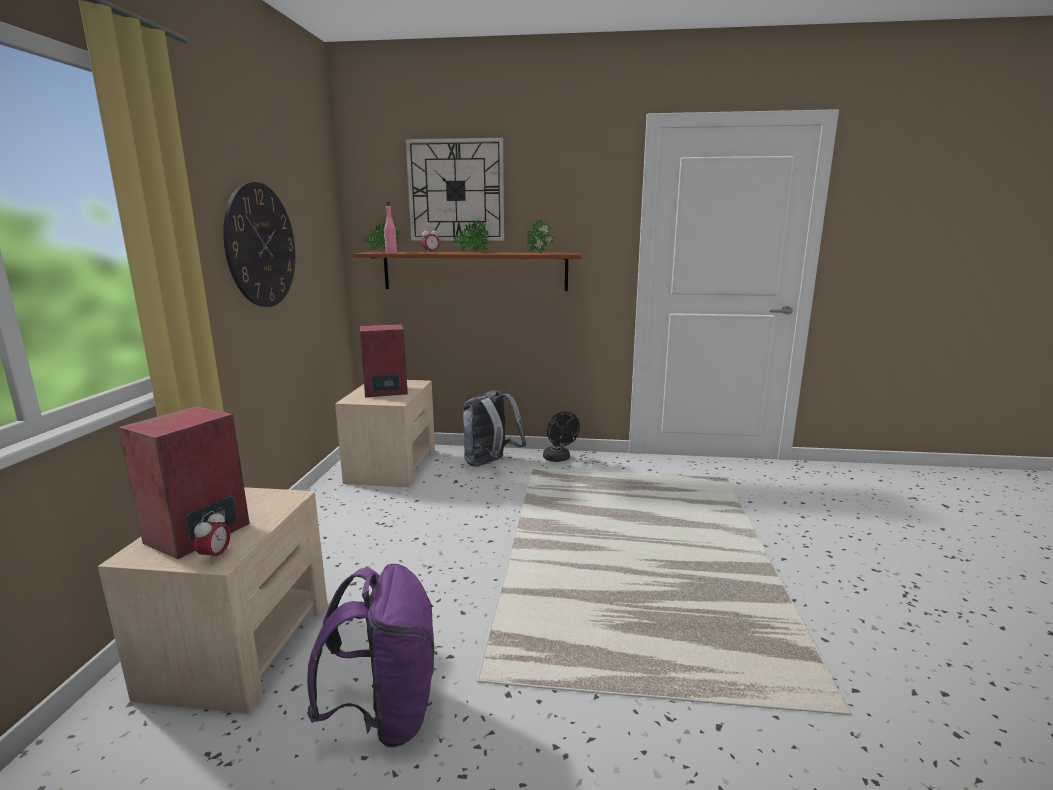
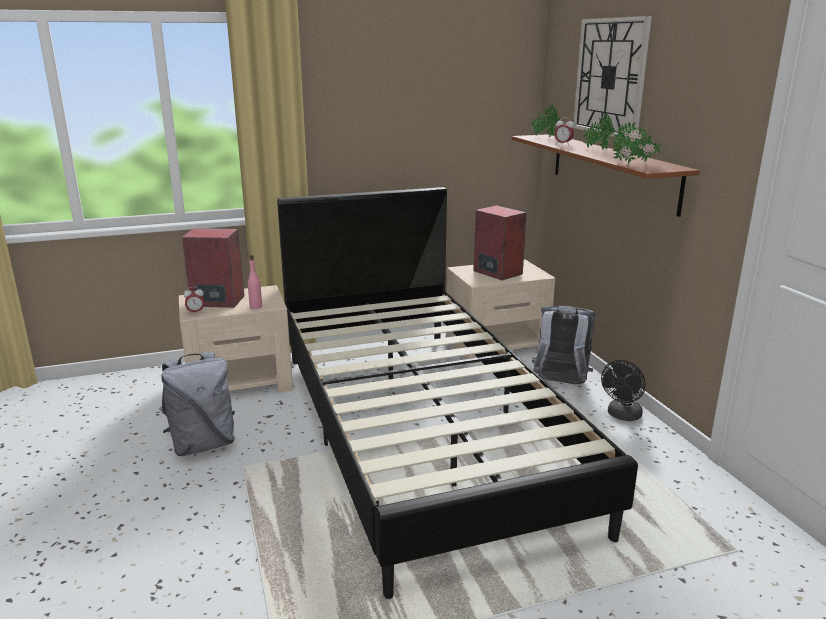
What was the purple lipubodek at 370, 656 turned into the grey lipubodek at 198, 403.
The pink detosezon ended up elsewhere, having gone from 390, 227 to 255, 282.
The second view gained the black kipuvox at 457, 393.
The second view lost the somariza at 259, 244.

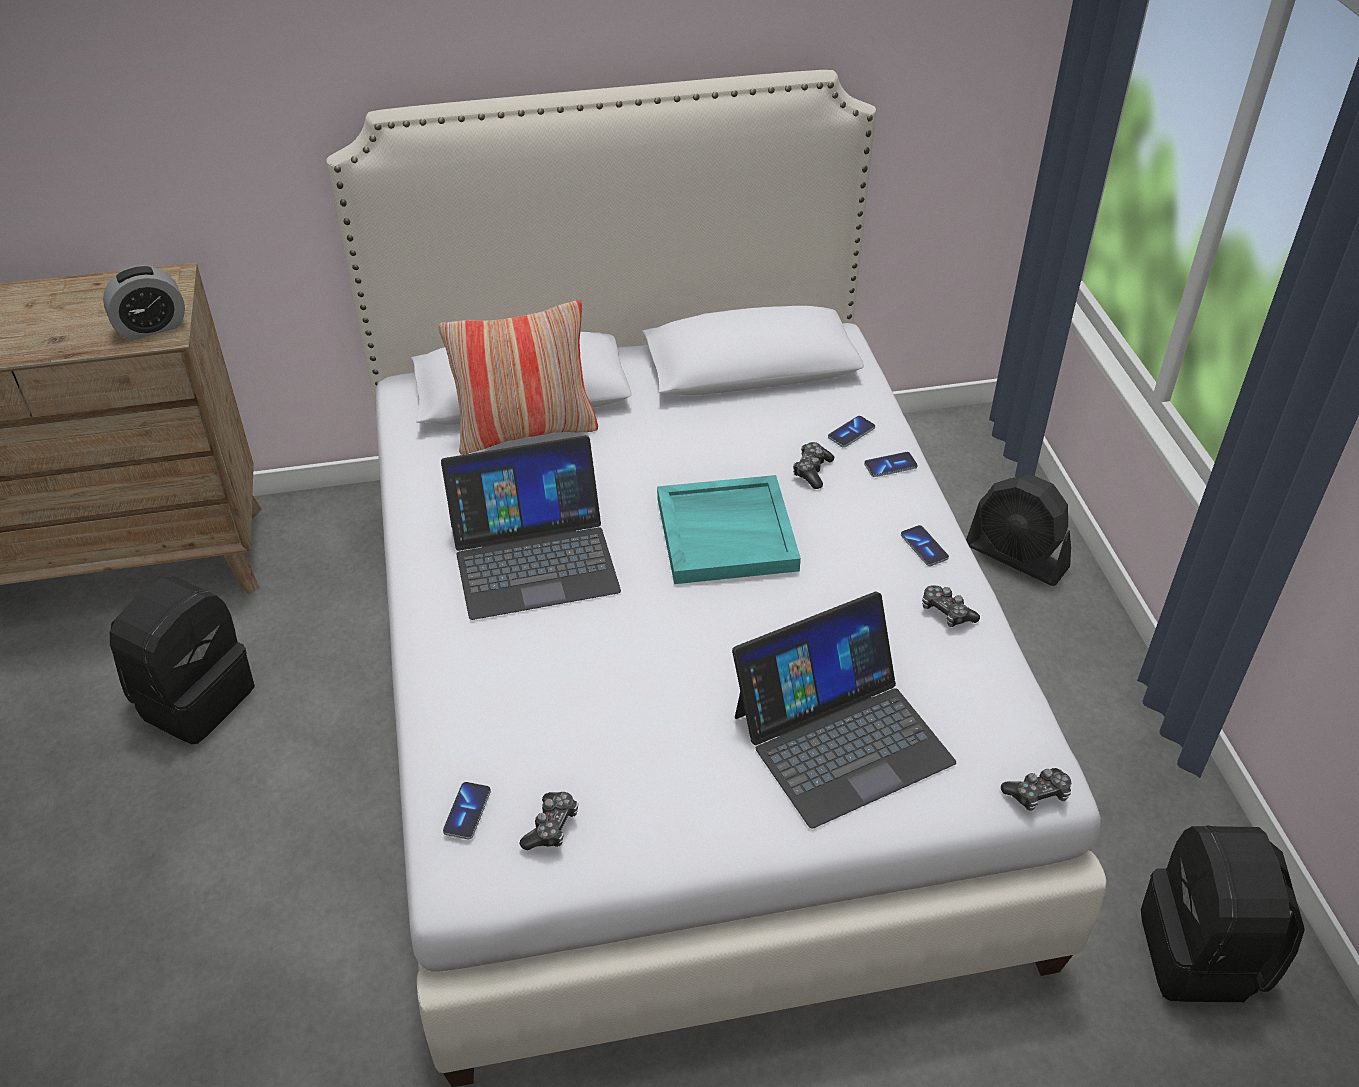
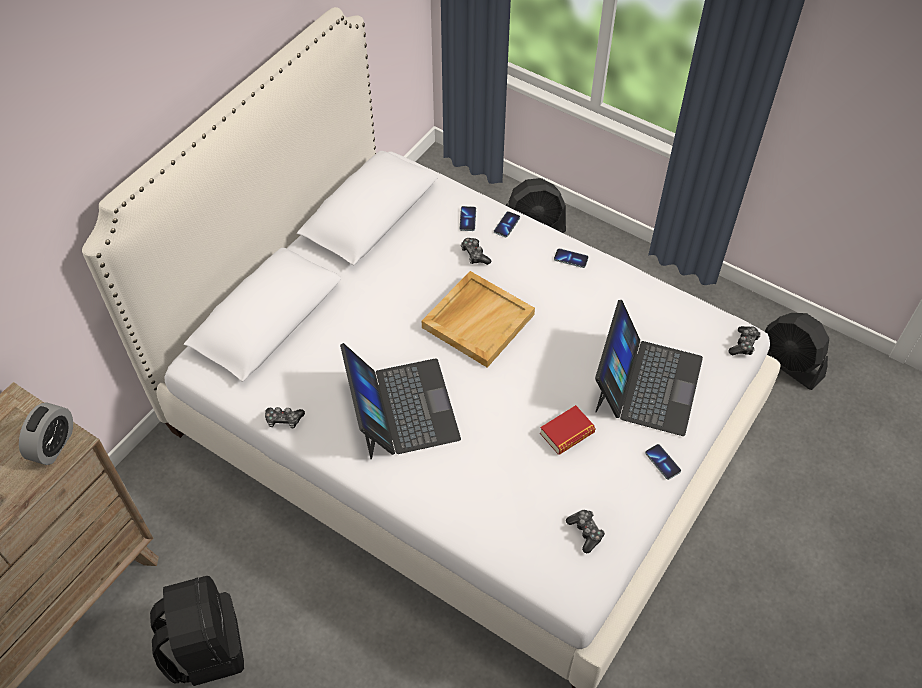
The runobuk ended up elsewhere, having gone from 951, 606 to 285, 418.
The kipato at 531, 527 ended up facing another way, 45 degrees counterclockwise from before.
What was the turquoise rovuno at 729, 529 turned into the beige rovuno at 478, 319.
The second view gained the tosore at 568, 430.
The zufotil ended up elsewhere, having gone from 467, 810 to 663, 462.
Where the black lipubodek stood at 1223, 913, the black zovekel came to stand at 796, 351.
The second view lost the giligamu at 518, 377.

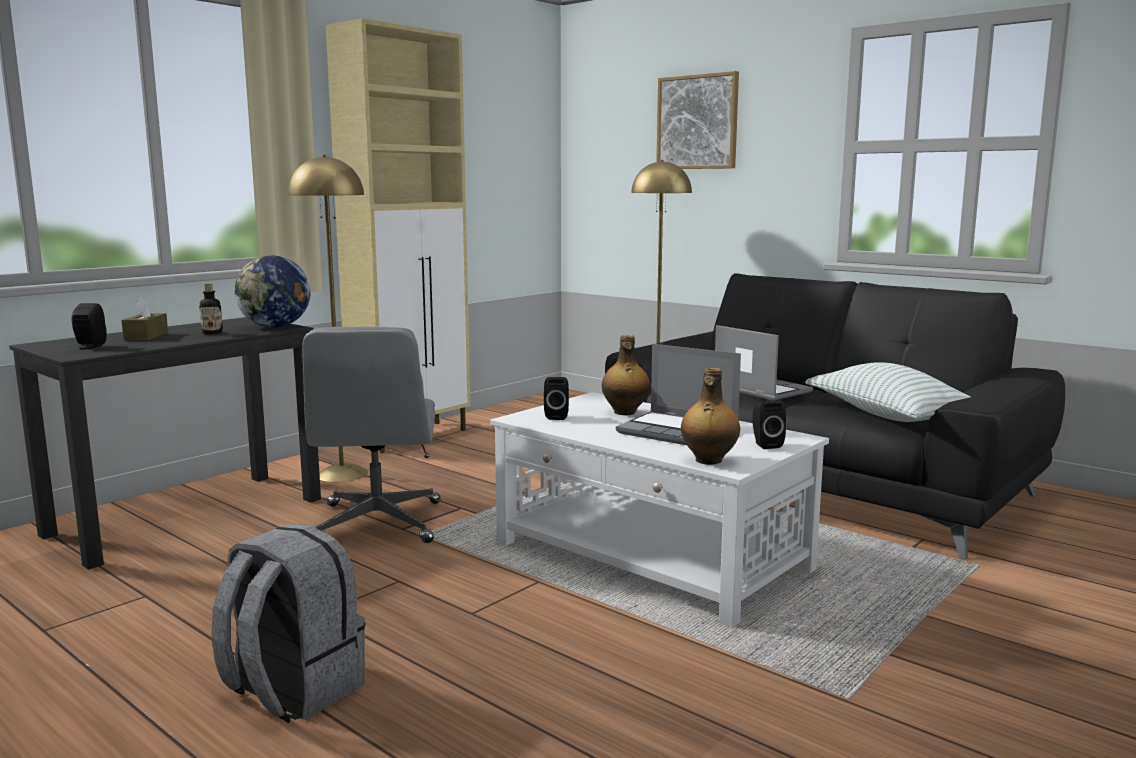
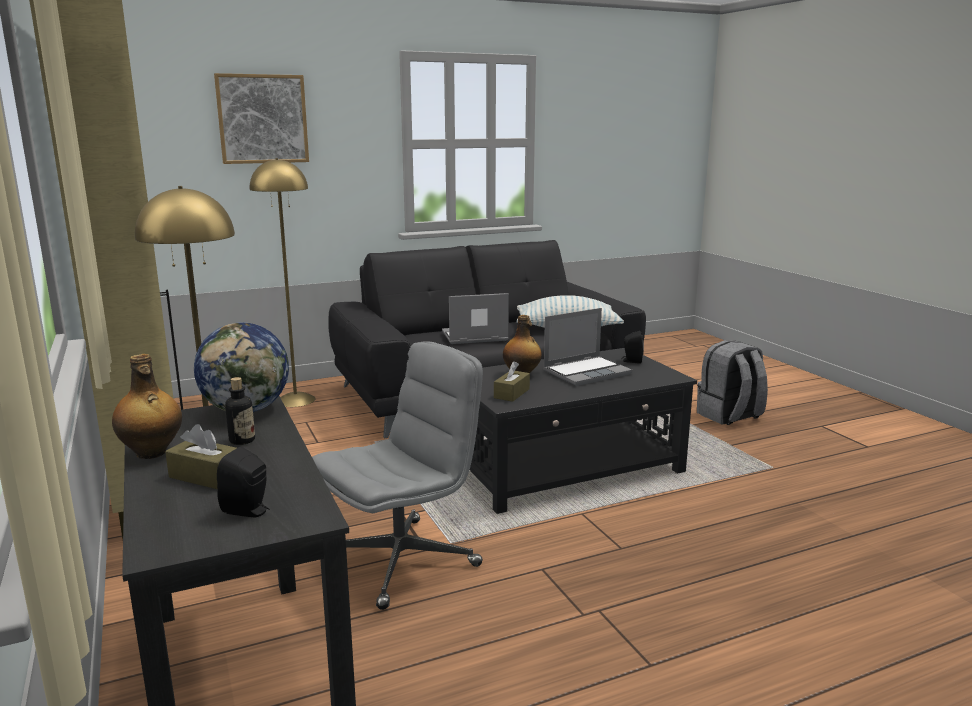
The detosezon ended up elsewhere, having gone from 710, 416 to 147, 406.
The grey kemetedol at 371, 435 ended up facing another way, 60 degrees counterclockwise from before.
What was the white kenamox at 659, 510 turned into the black kenamox at 583, 431.
Where the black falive stood at 556, 398, the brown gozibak came to stand at 512, 381.
The grey lipubodek ended up elsewhere, having gone from 288, 623 to 732, 382.

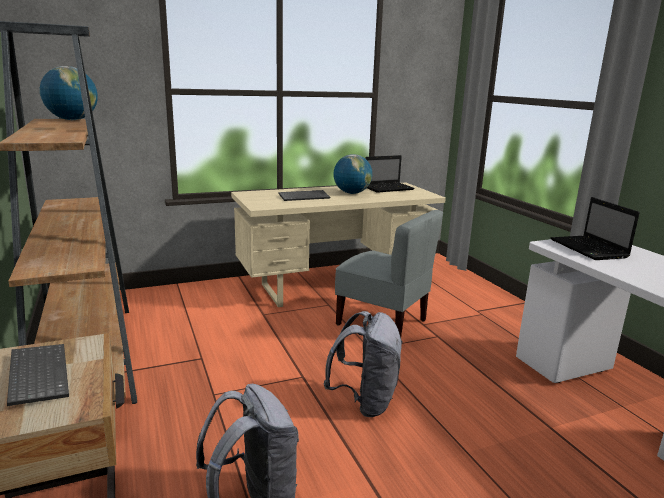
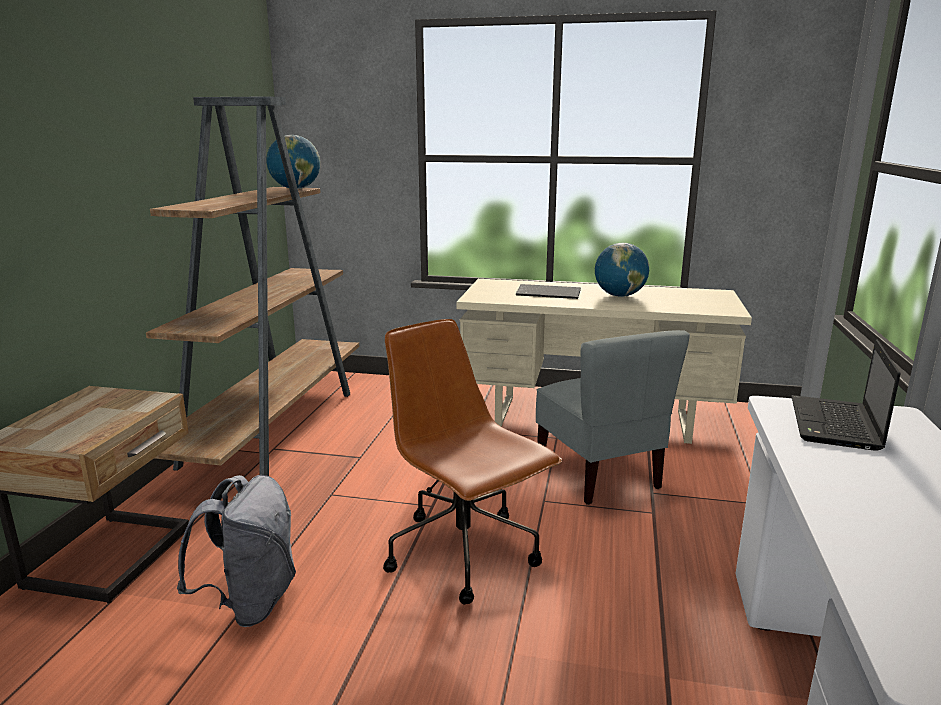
Where the grey lipubodek stood at 363, 364, the brown kemetedol came to stand at 472, 462.
The second view lost the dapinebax at 38, 375.
The second view lost the kipato at 389, 174.

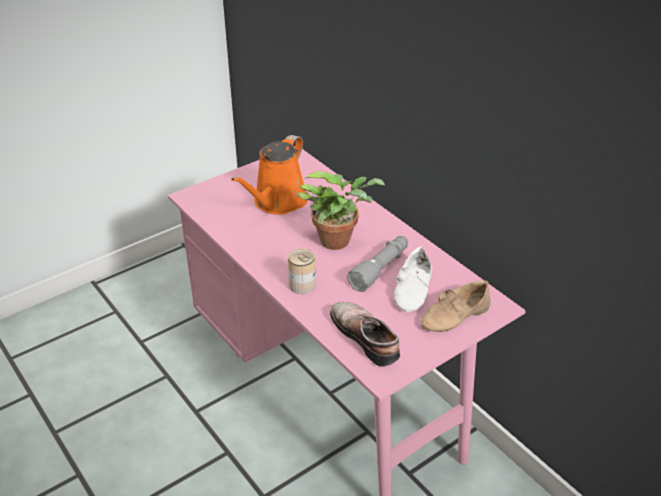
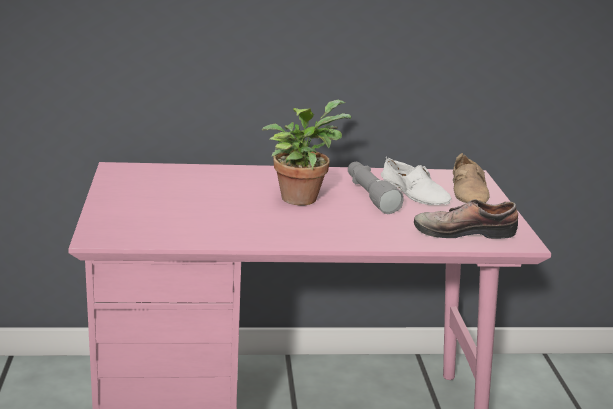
The second view lost the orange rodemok at 269, 175.
The second view lost the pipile at 302, 271.

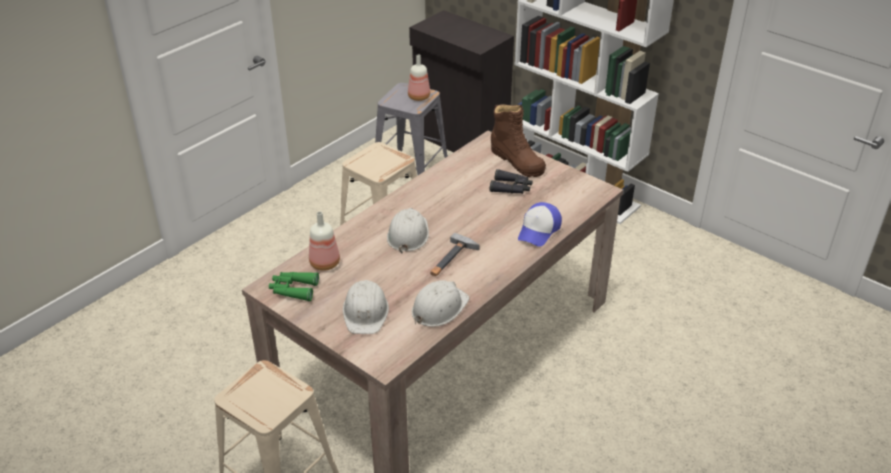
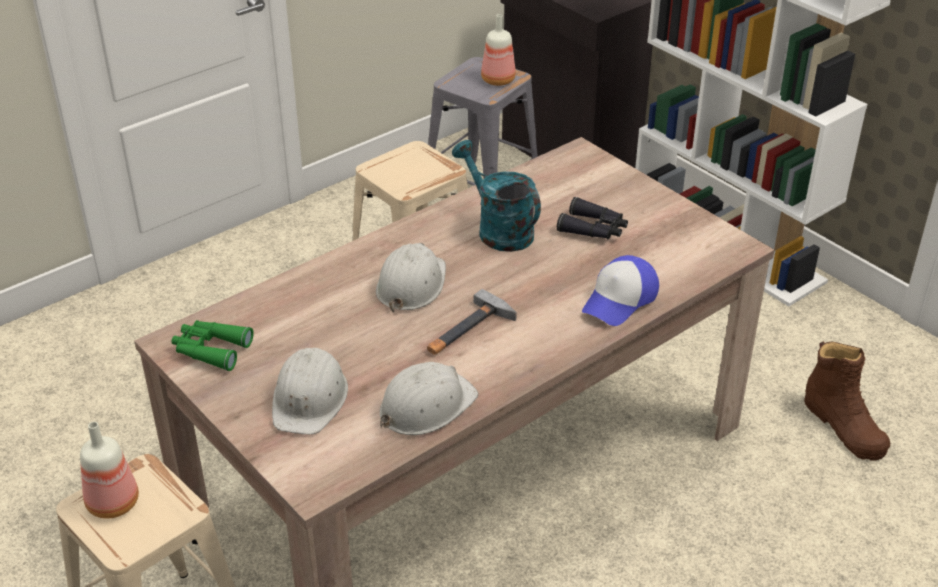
The detosezon ended up elsewhere, having gone from 324, 241 to 109, 470.
The second view gained the turquoise rodemok at 496, 196.
The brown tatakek ended up elsewhere, having gone from 518, 140 to 847, 401.

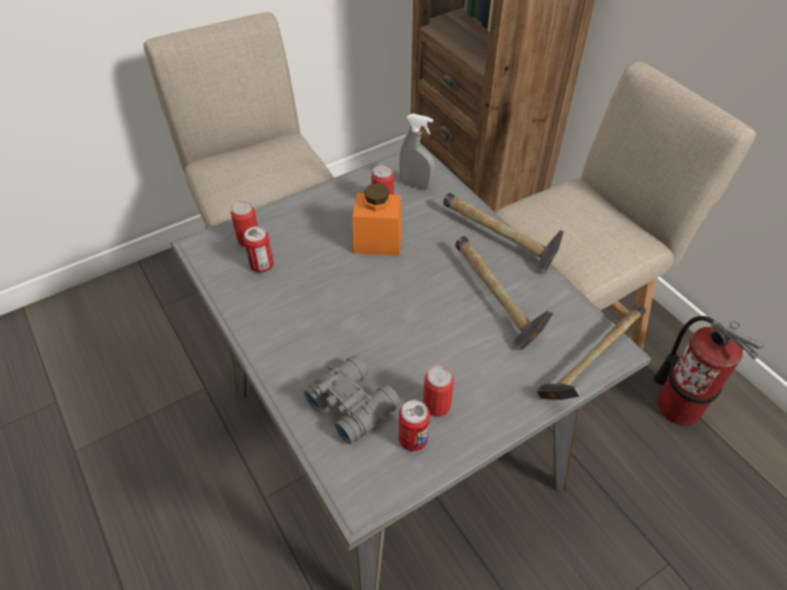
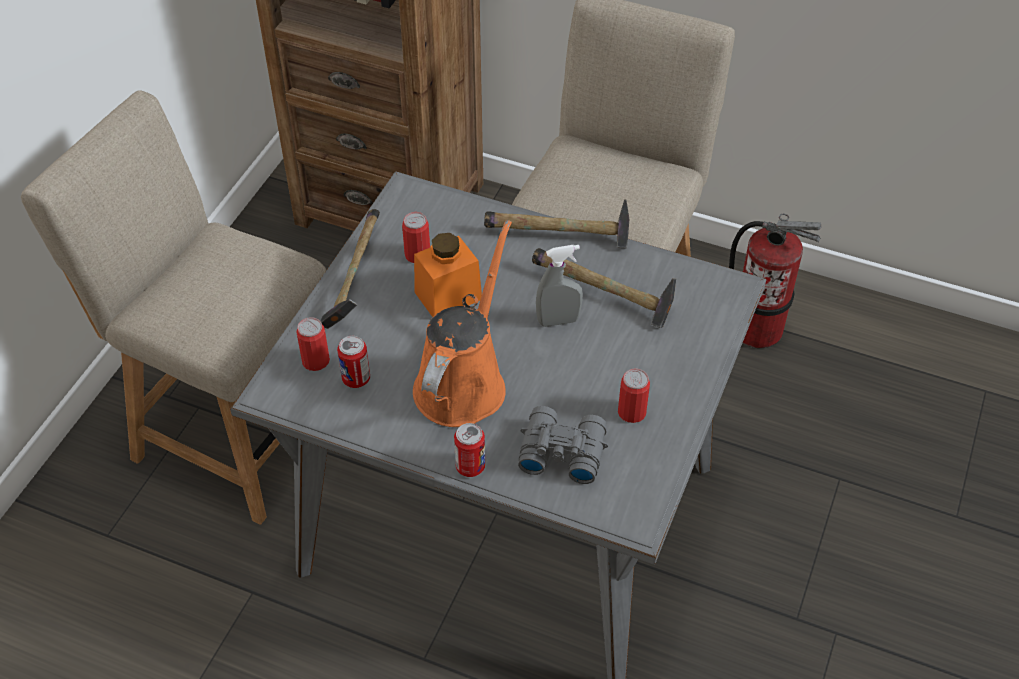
The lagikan ended up elsewhere, having gone from 591, 352 to 350, 269.
The second view gained the orange rodemok at 462, 323.
The pipile ended up elsewhere, having gone from 414, 425 to 469, 450.
The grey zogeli ended up elsewhere, having gone from 417, 152 to 559, 286.

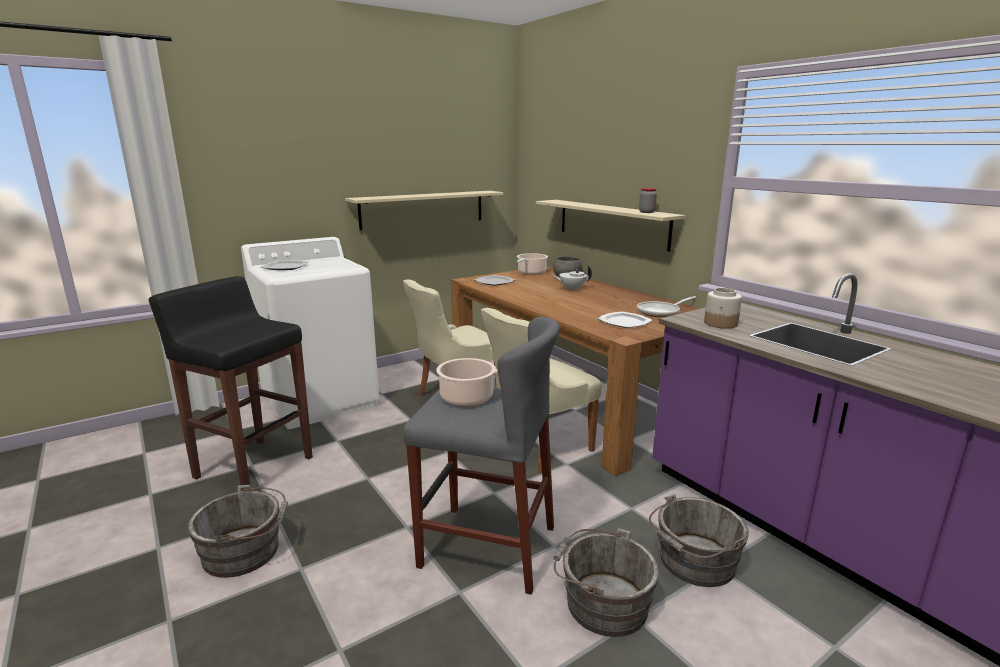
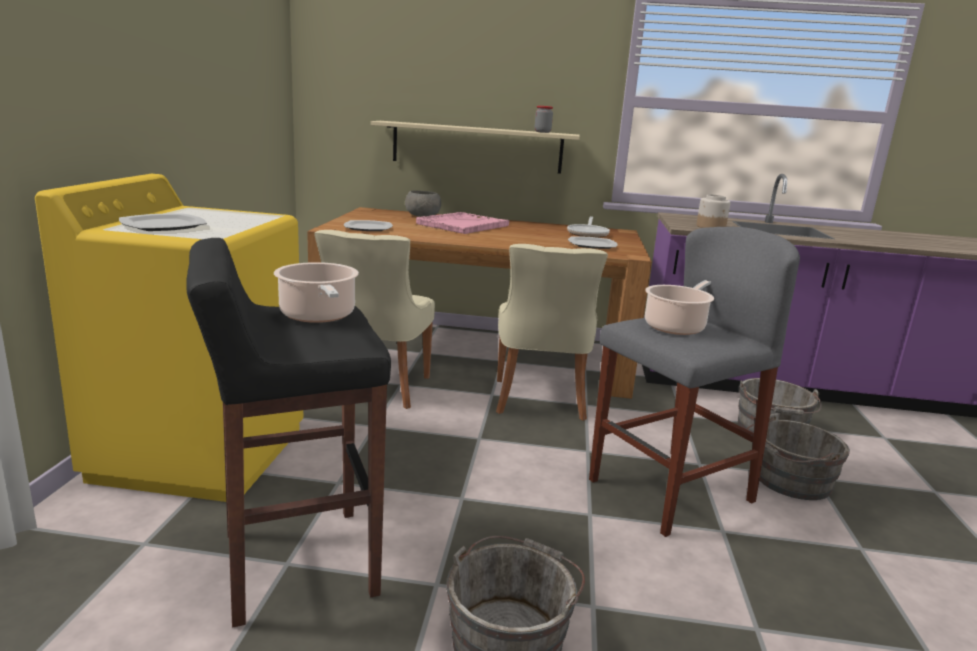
What was the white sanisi at 310, 333 turned into the yellow sanisi at 169, 338.
The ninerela ended up elsewhere, having gone from 532, 264 to 316, 292.
Where the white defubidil stood at 572, 278, the pink rovuno came to stand at 462, 223.
The second view lost the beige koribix at 424, 210.

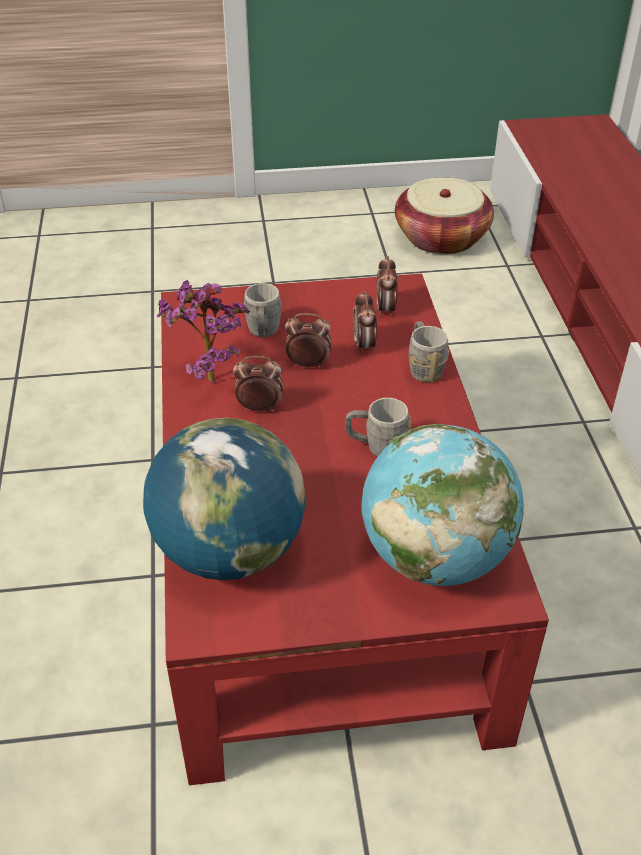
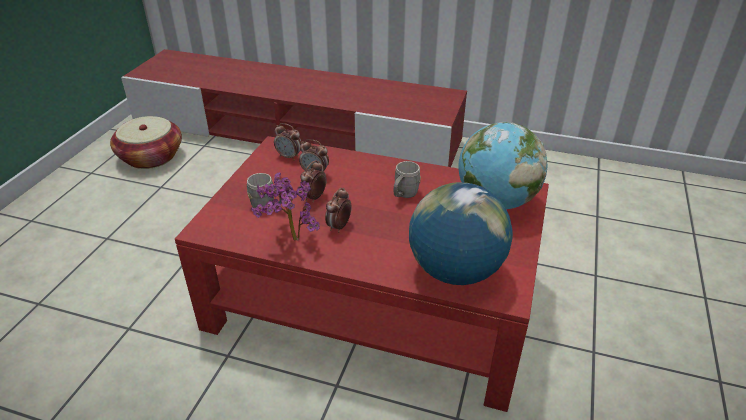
The second view lost the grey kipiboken at 429, 351.

